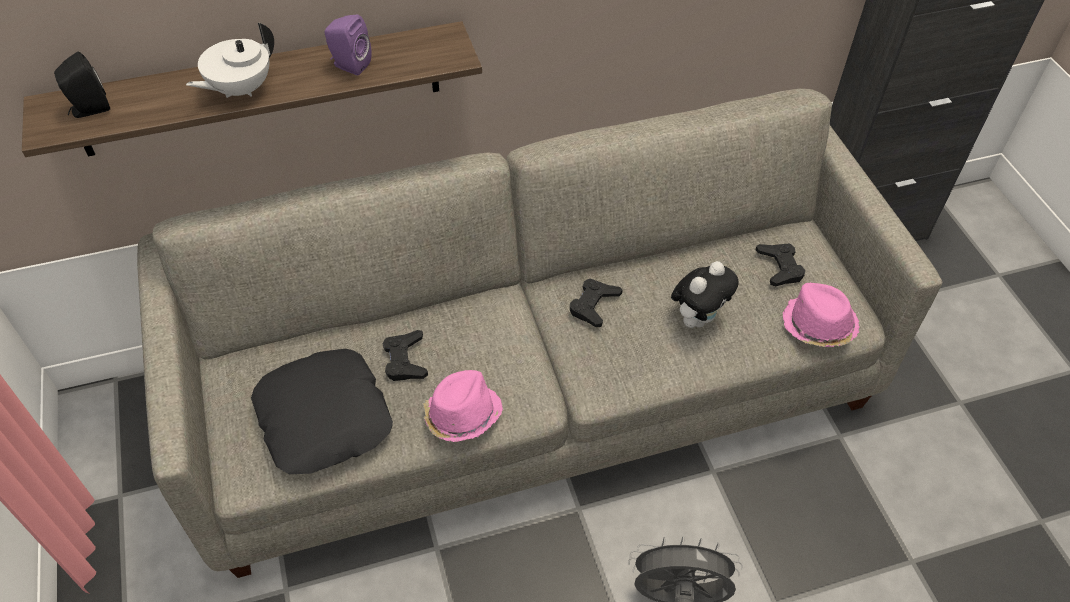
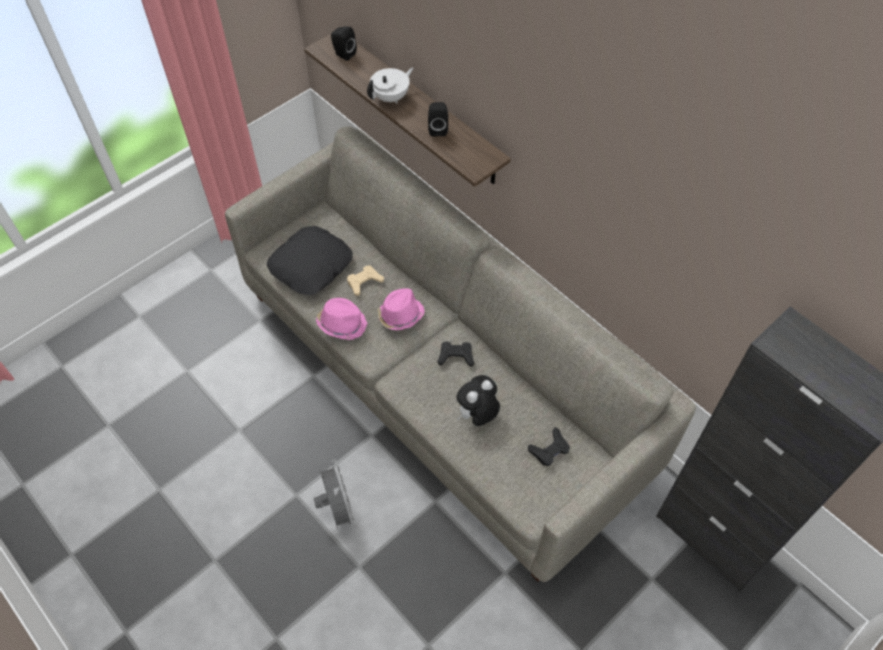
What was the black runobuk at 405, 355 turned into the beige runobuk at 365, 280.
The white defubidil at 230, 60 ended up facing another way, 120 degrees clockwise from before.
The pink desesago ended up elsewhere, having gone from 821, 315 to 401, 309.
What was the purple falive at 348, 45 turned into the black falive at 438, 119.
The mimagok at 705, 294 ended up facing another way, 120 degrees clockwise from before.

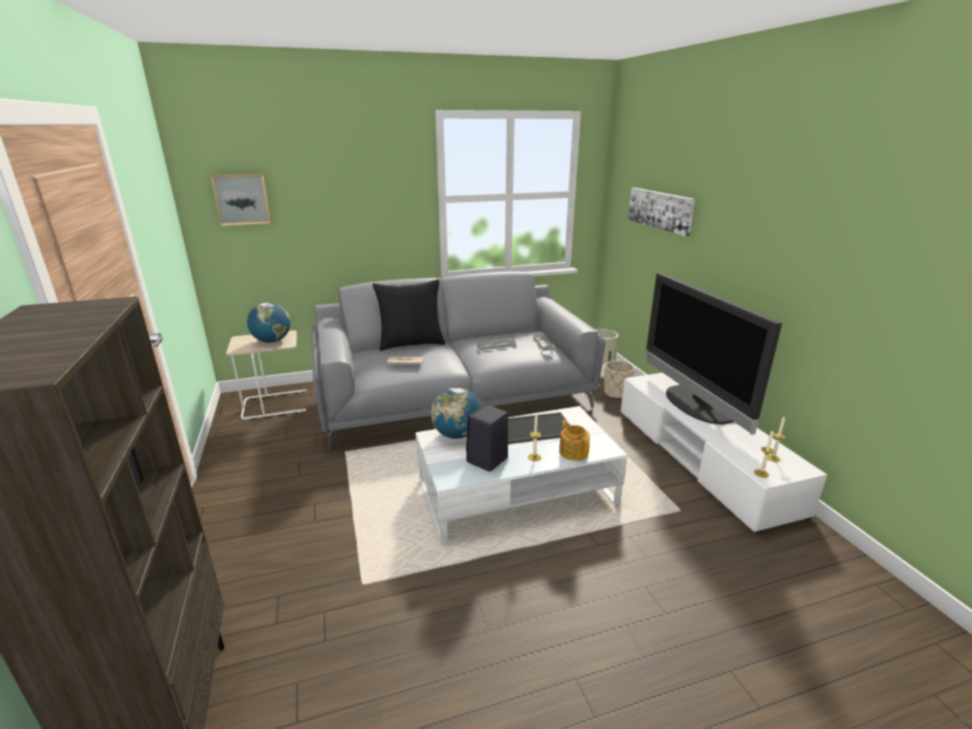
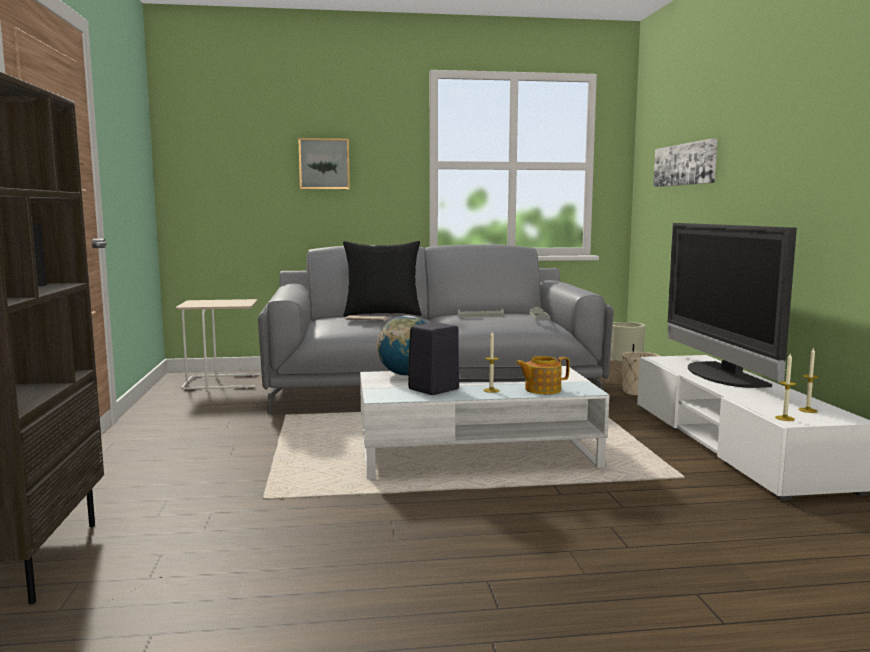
The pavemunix ended up elsewhere, having gone from 241, 200 to 324, 163.
The defubidil at 574, 440 ended up facing another way, 90 degrees counterclockwise from before.
The second view lost the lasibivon at 268, 322.

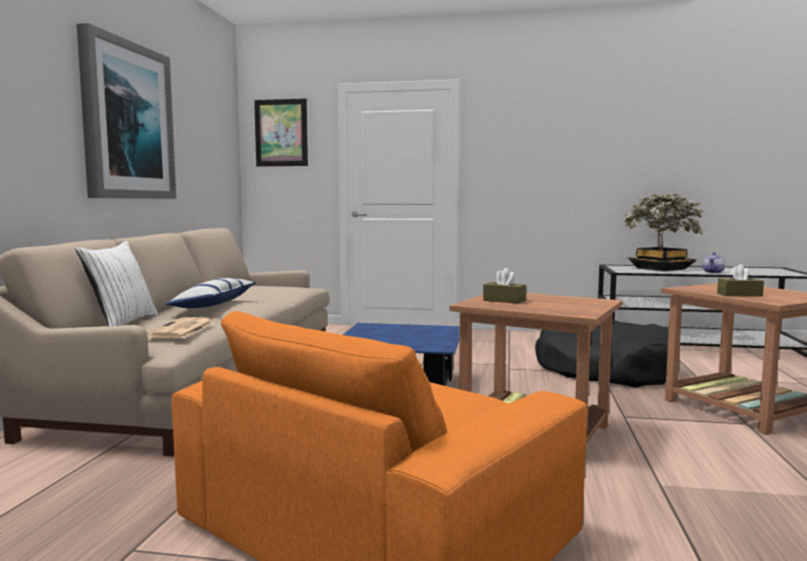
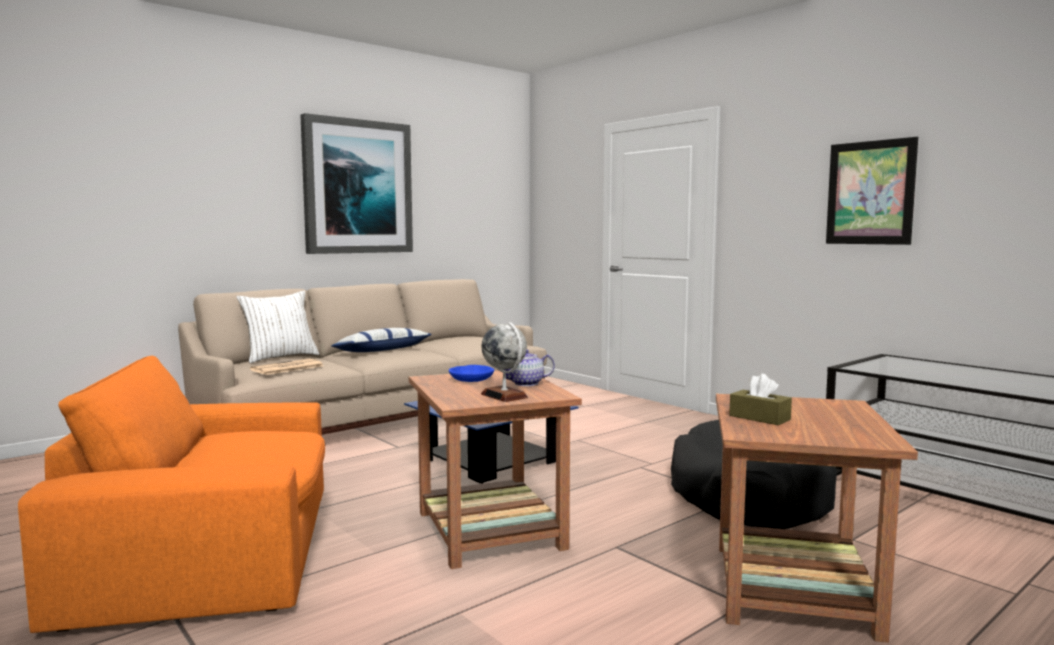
Where the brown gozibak stood at 505, 286, the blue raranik came to stand at 471, 373.
The second view gained the lasibivon at 504, 362.
The defubidil ended up elsewhere, having gone from 713, 262 to 529, 368.
The pavemunix ended up elsewhere, having gone from 281, 132 to 872, 191.
The second view lost the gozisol at 663, 231.

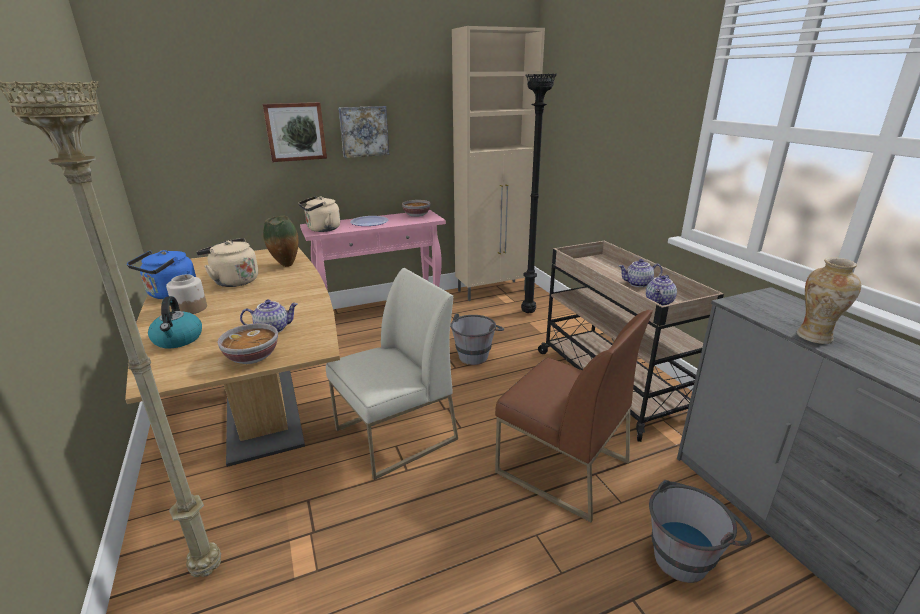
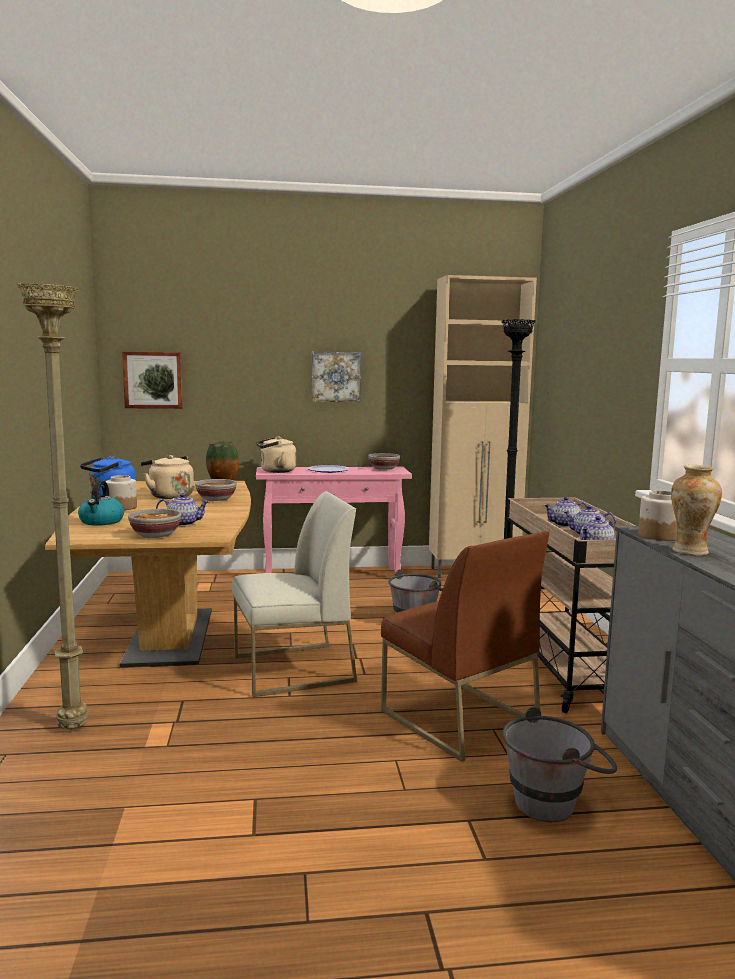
The pavemunix ended up elsewhere, having gone from 294, 132 to 152, 380.
The second view gained the raranik at 216, 490.
The second view gained the defubidil at 565, 512.
The second view gained the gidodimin at 657, 515.

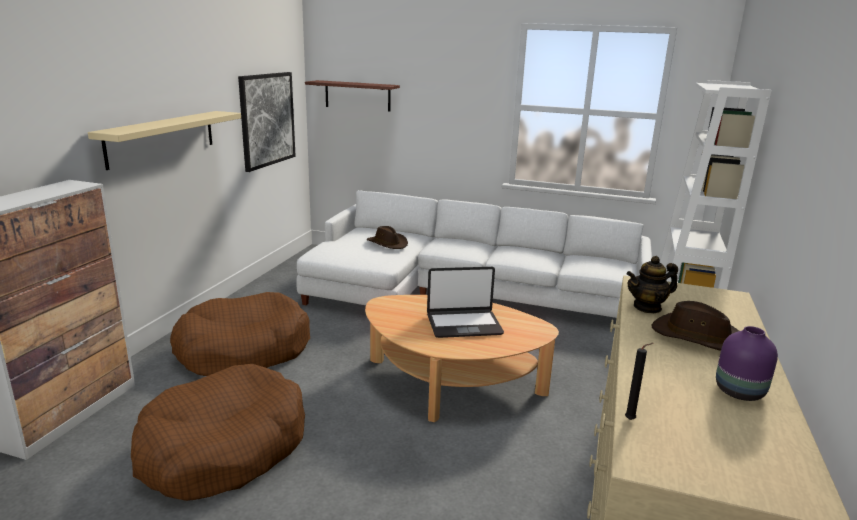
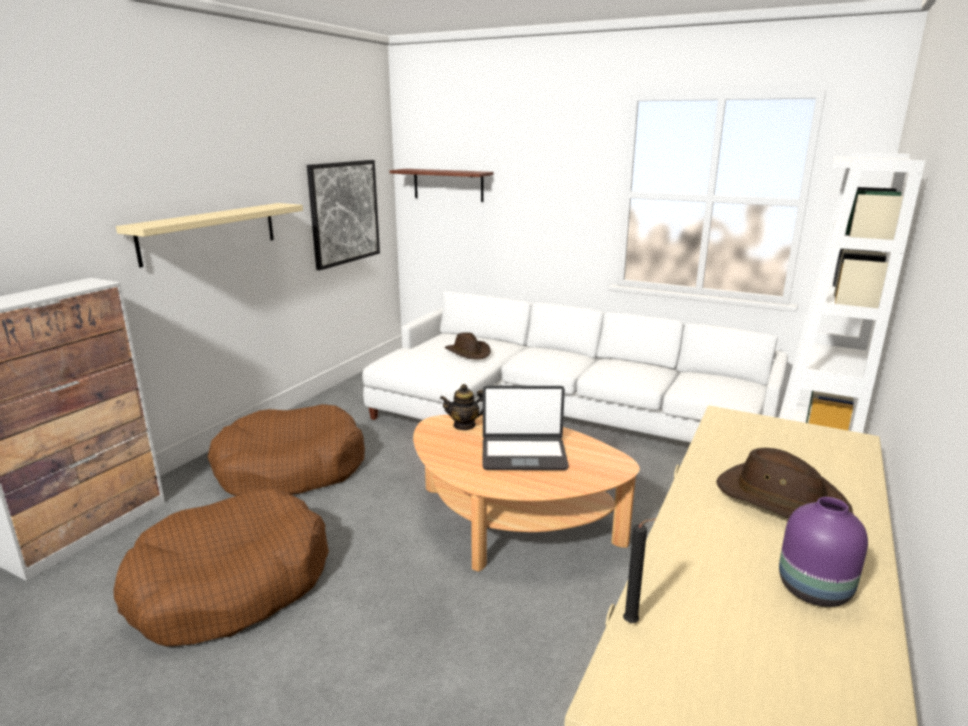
The defubidil ended up elsewhere, having gone from 652, 284 to 461, 407.

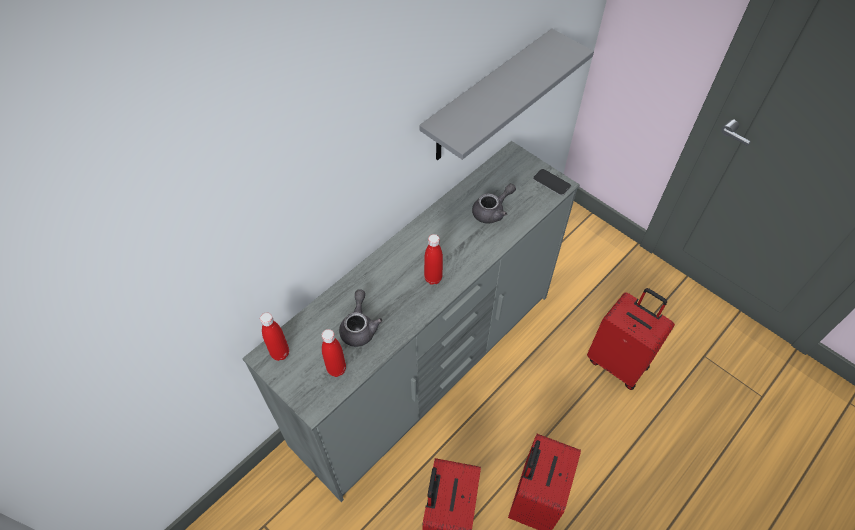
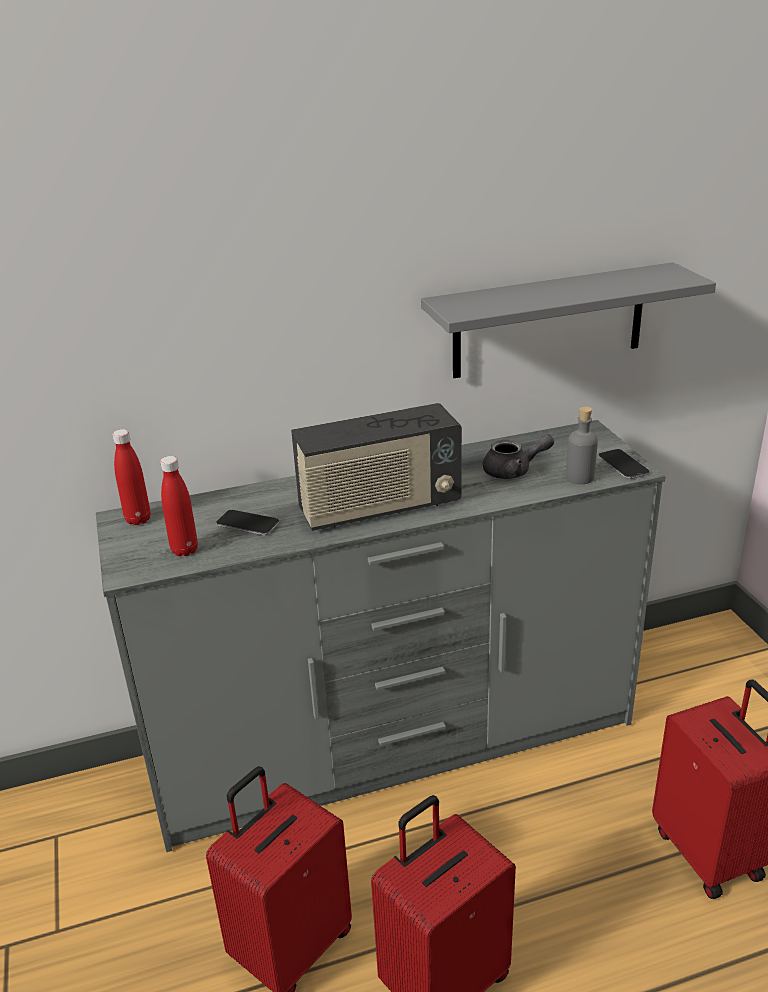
Where the grey defubidil stood at 361, 318, the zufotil came to stand at 247, 522.
Where the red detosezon stood at 433, 259, the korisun came to stand at 376, 467.
The second view gained the grey detosezon at 582, 445.

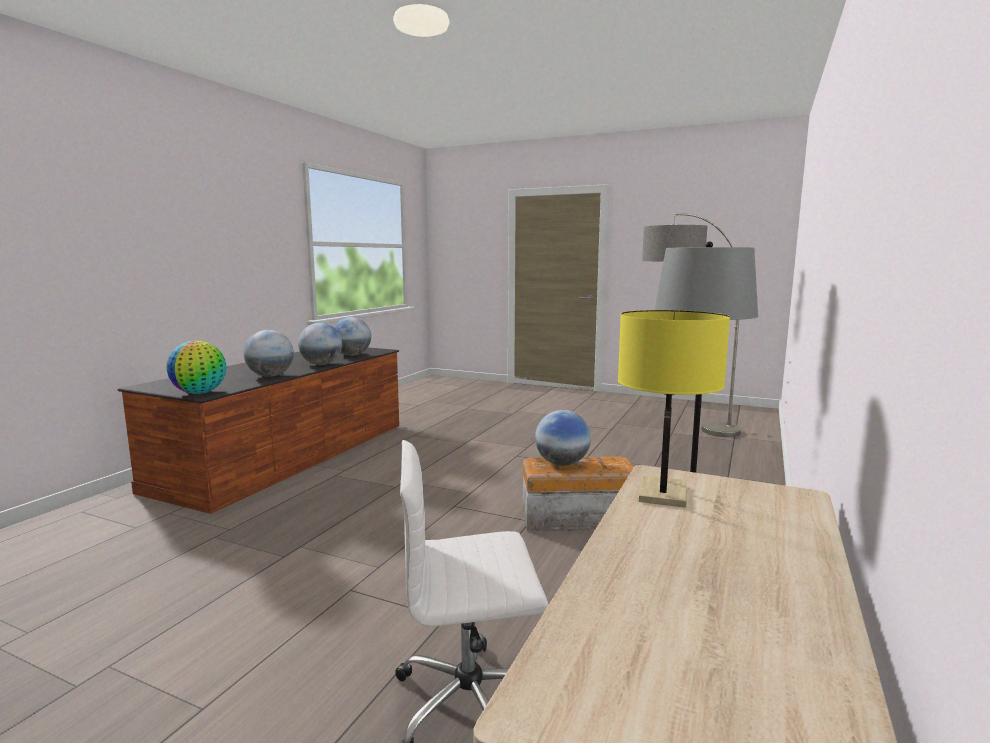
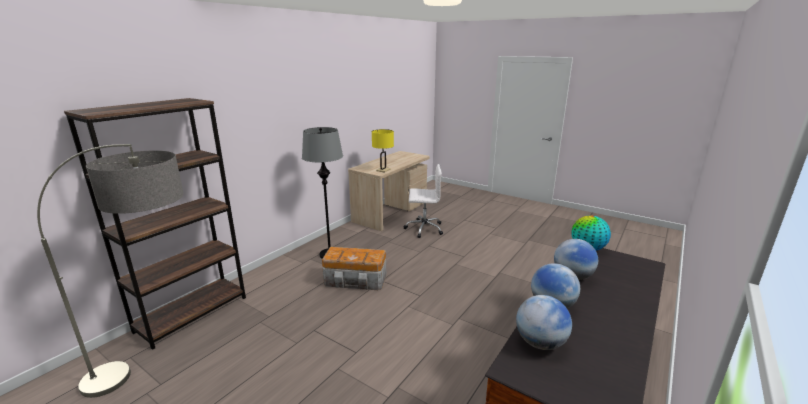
The second view gained the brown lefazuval at 155, 224.
The second view lost the lasibivon at 563, 438.

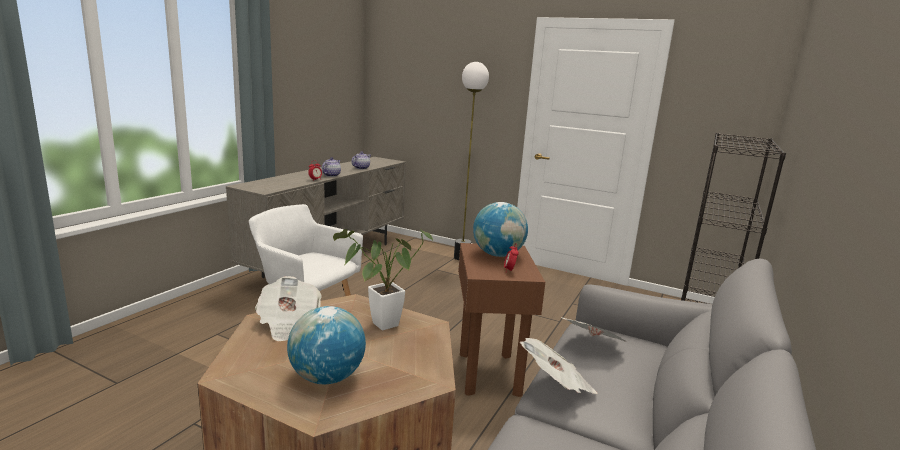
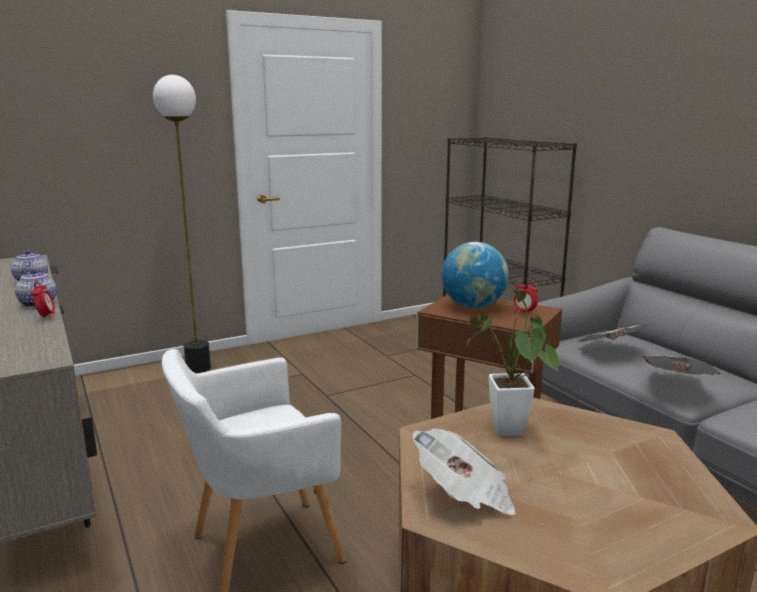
The second view lost the lasibivon at 326, 345.

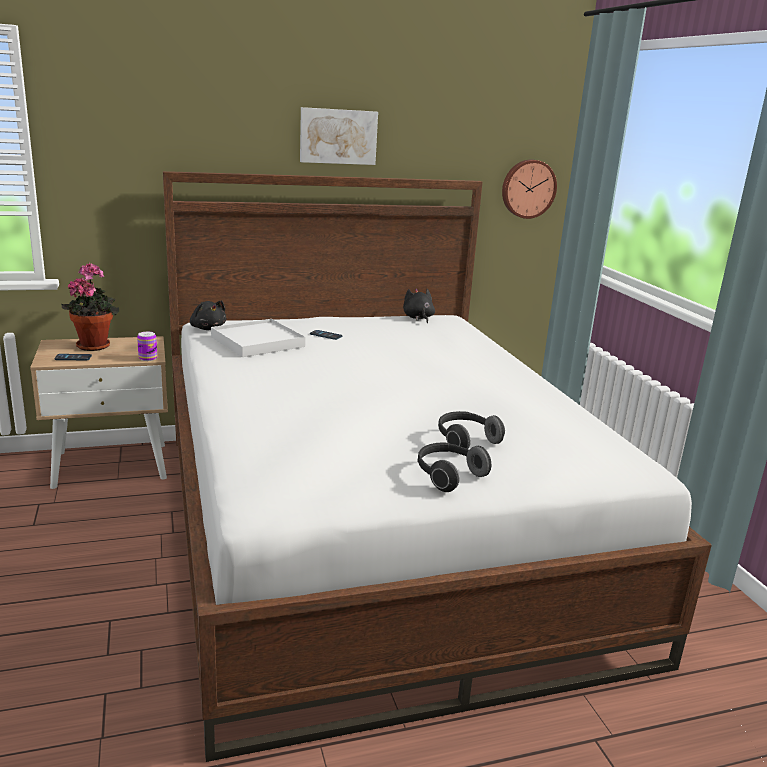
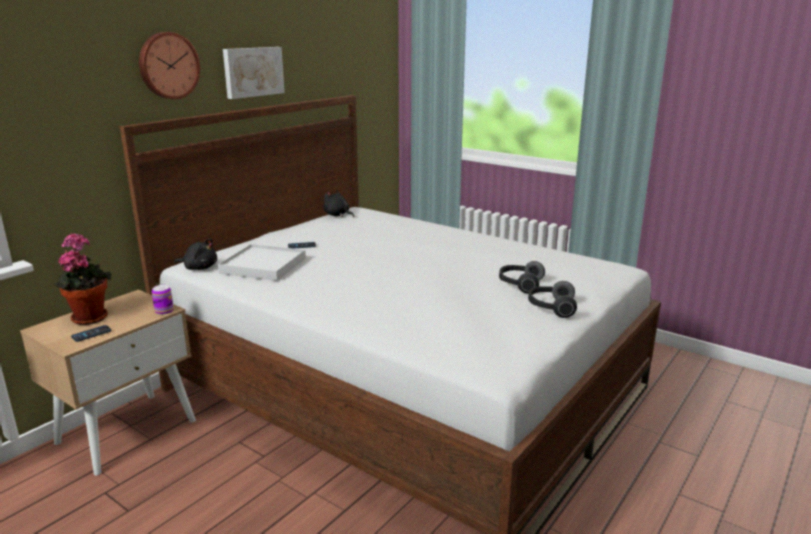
The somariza ended up elsewhere, having gone from 529, 189 to 169, 65.

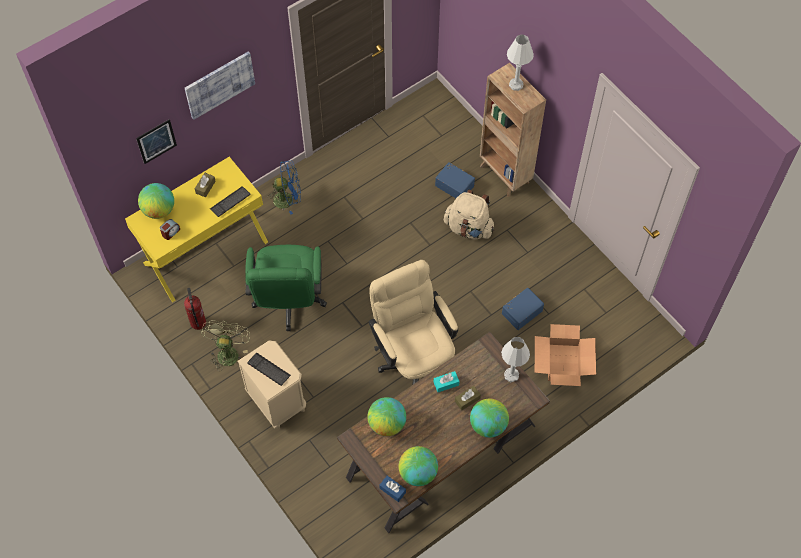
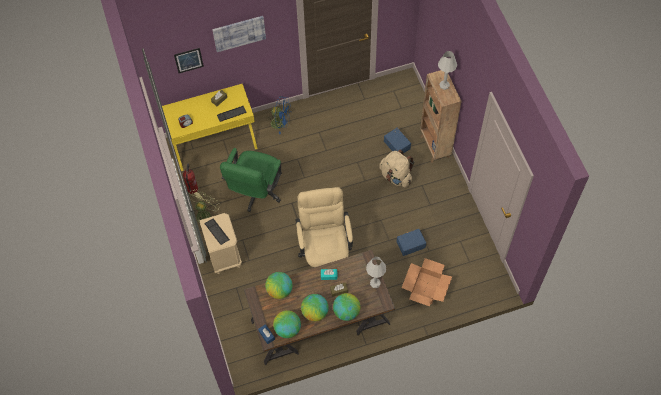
The lasibivon ended up elsewhere, having gone from 156, 201 to 315, 307.

